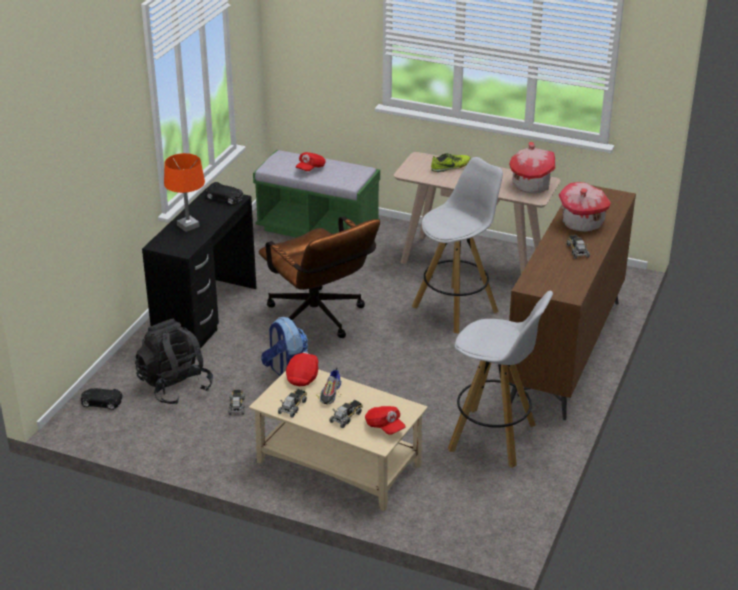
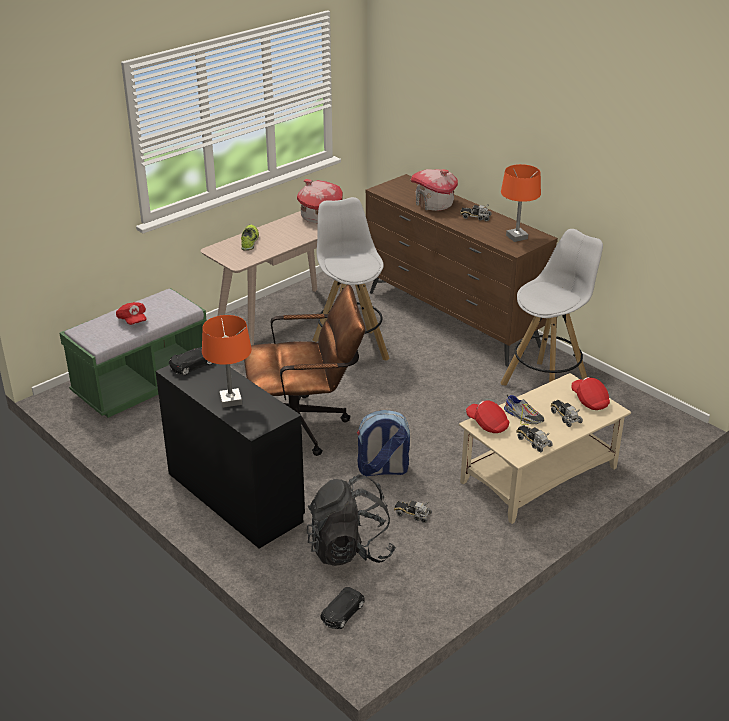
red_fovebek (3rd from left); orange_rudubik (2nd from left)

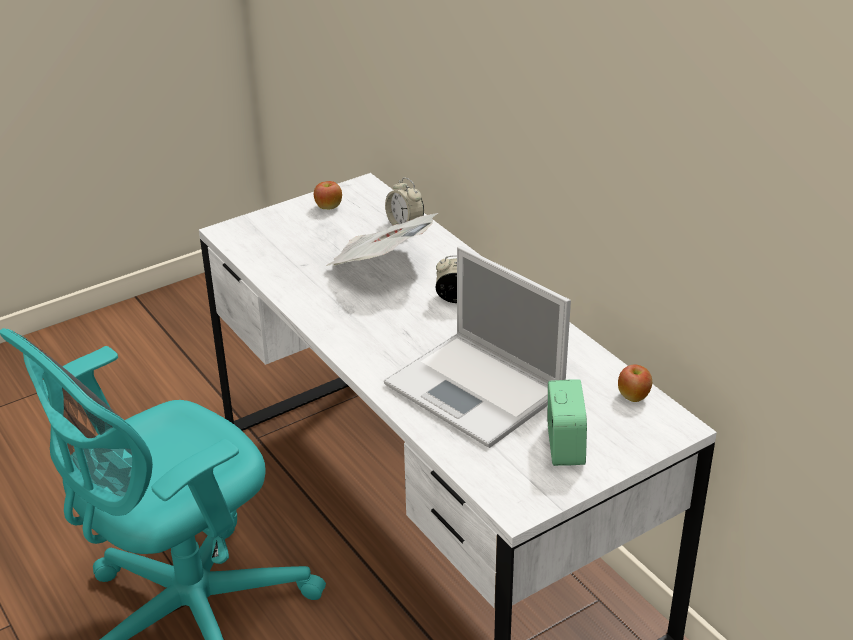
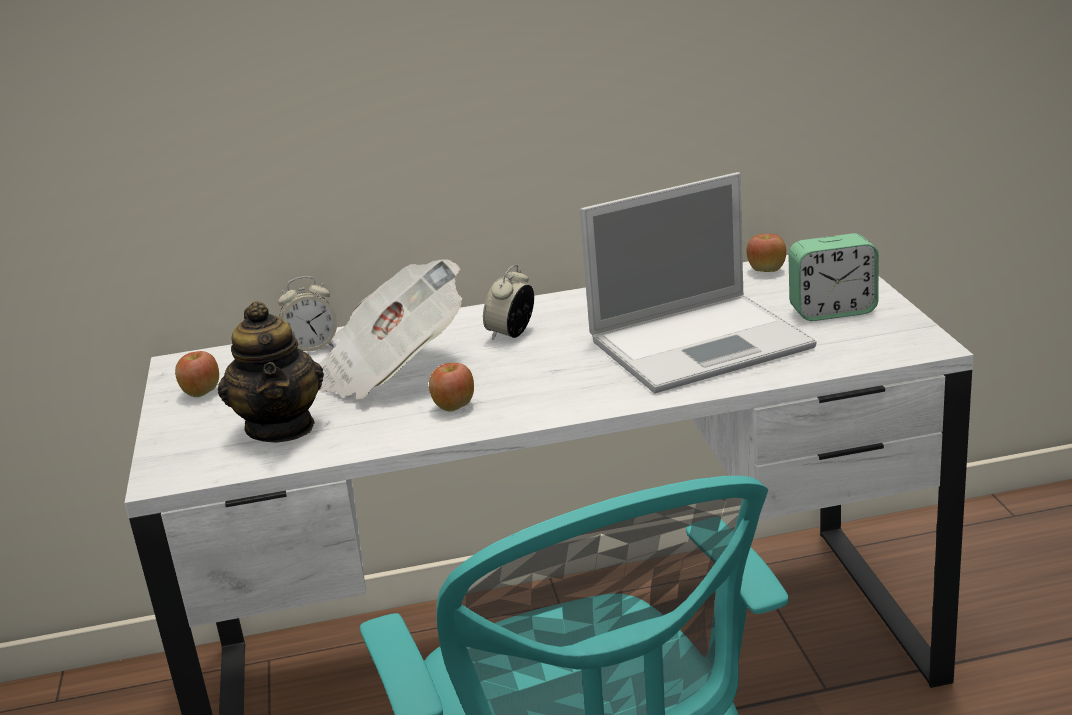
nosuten (3rd from left); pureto; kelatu (2nd from left)

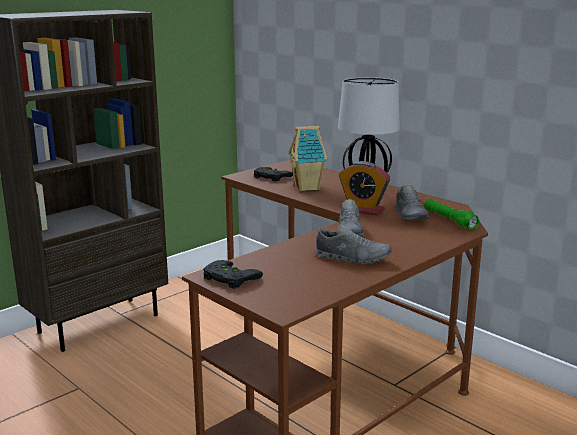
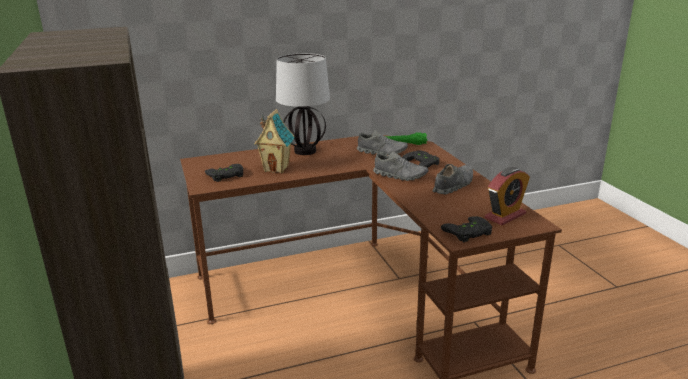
nosuten; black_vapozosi (2nd from left)

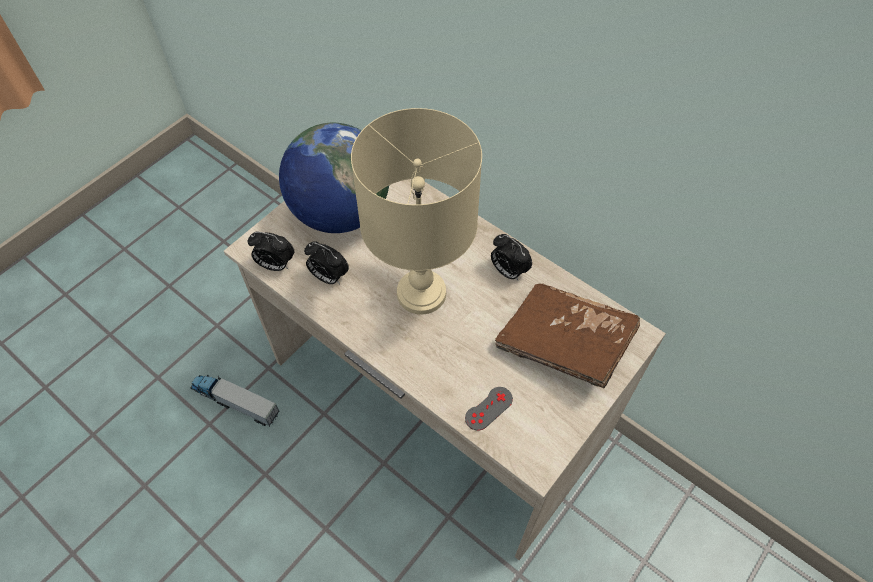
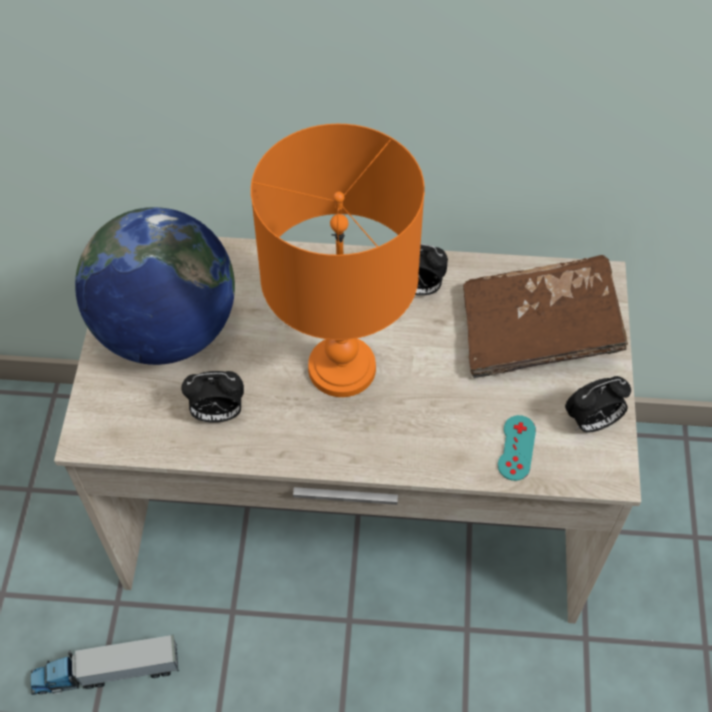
orange_rudubik; nosuten (3rd from left); turquoise_vapozosi

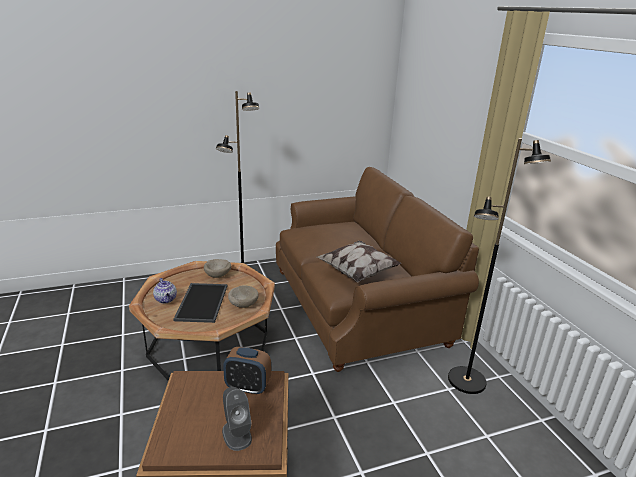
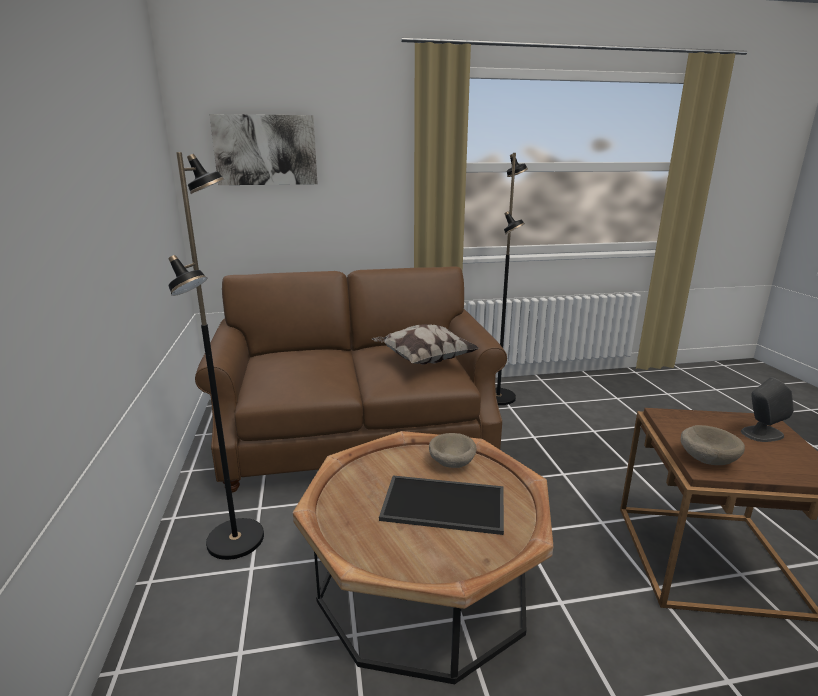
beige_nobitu (2nd from left); pureto; nosuten; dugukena

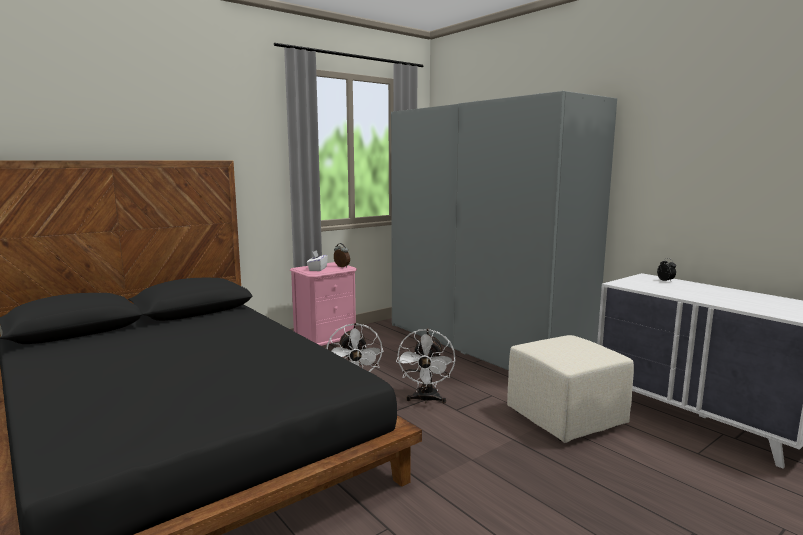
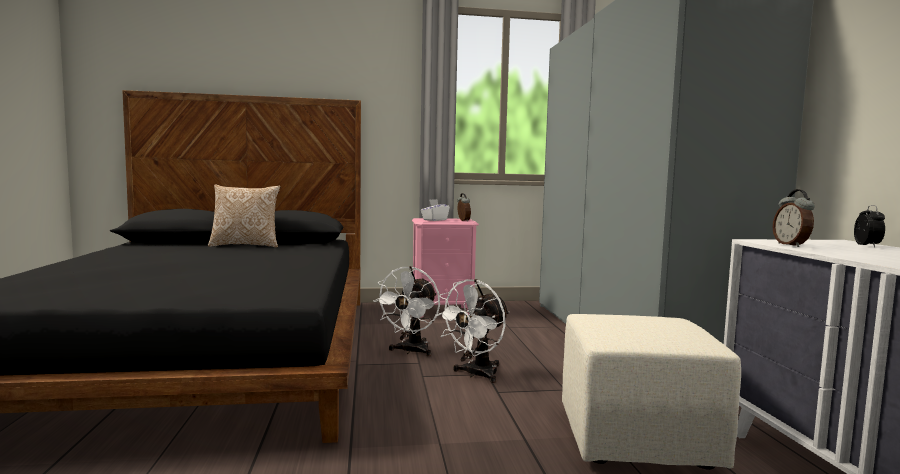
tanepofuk; nosuten (2nd from left)

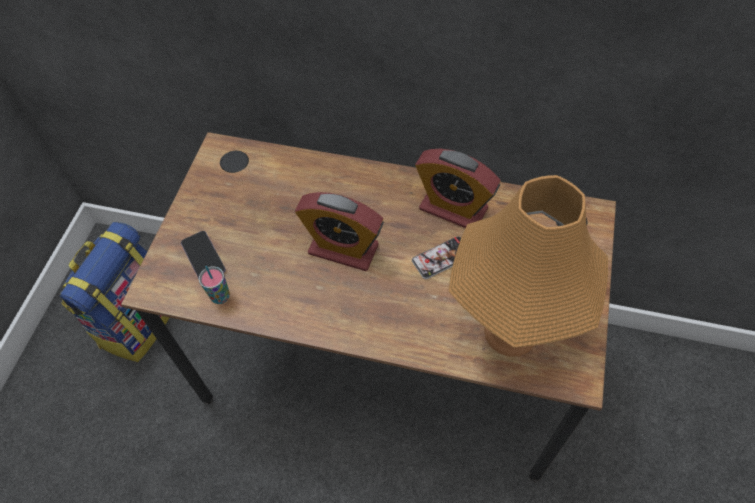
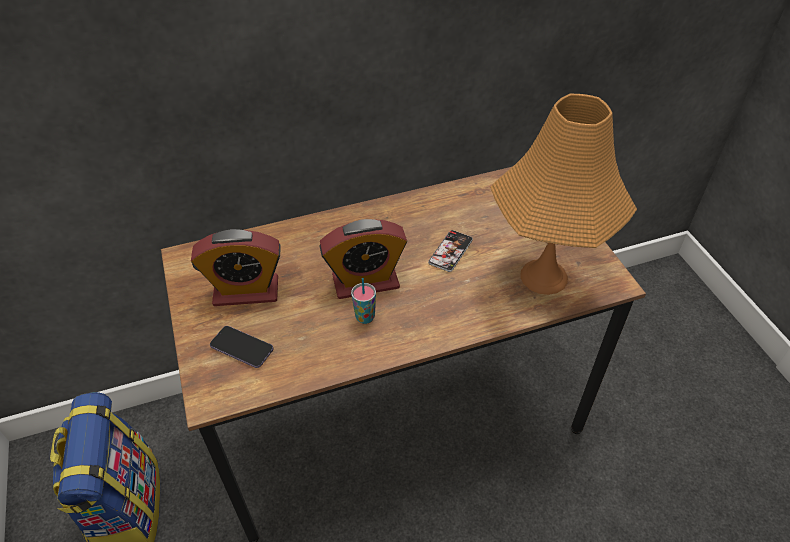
nosuten (1st from left); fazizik

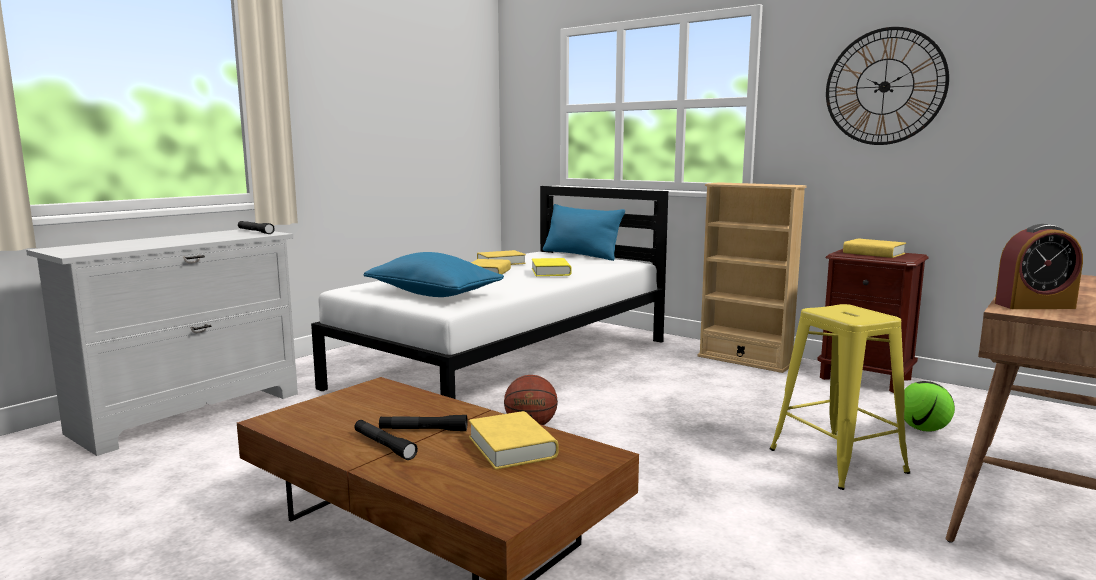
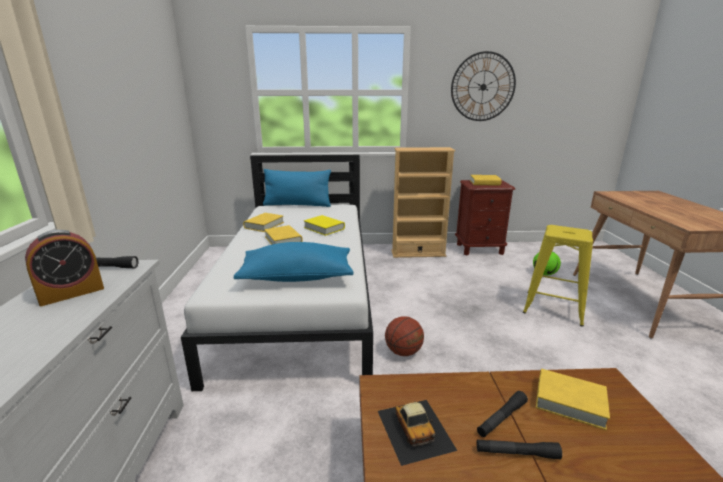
nosuten; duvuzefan

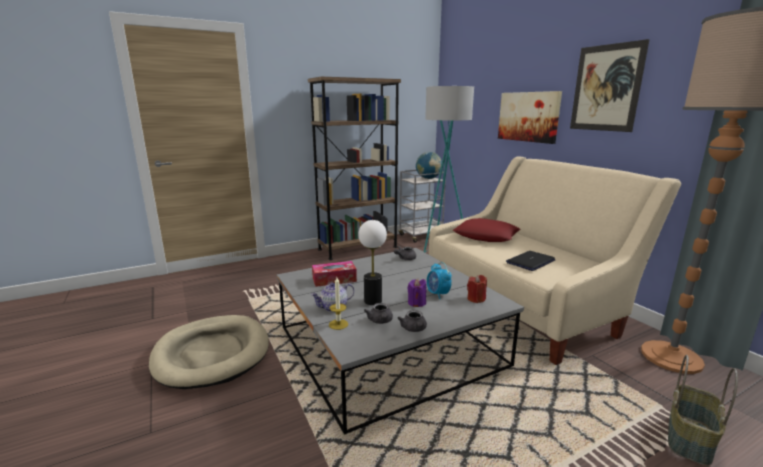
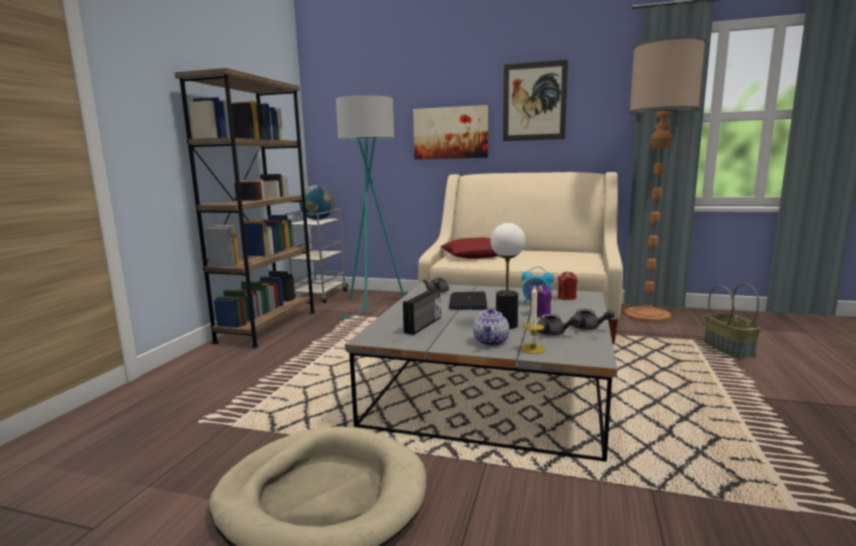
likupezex; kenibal

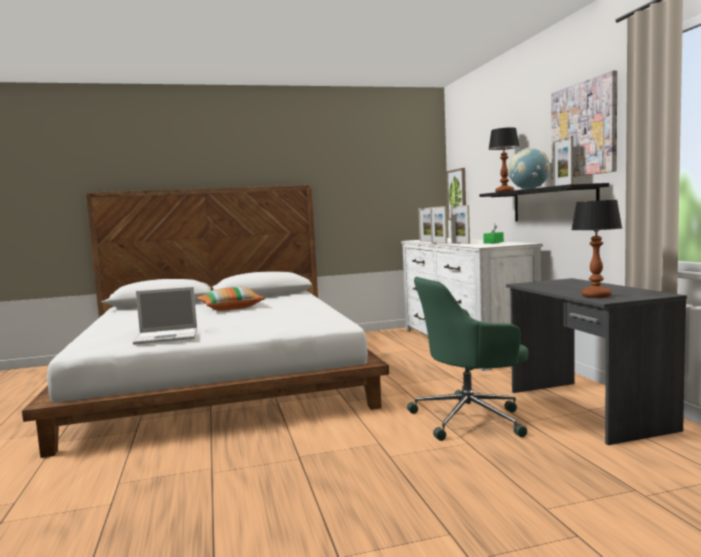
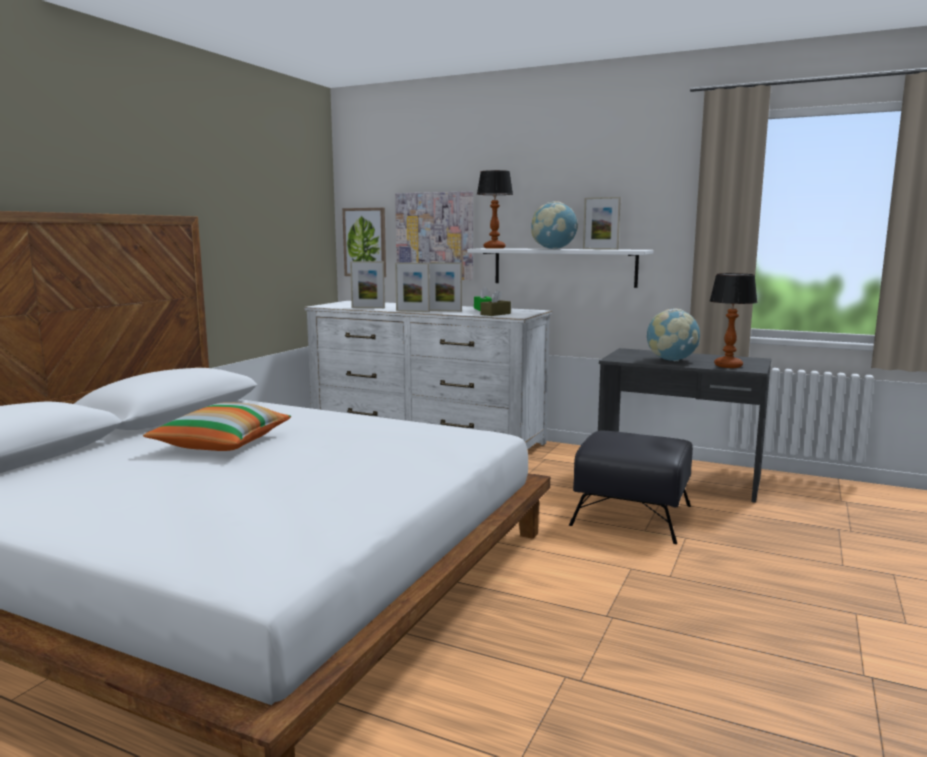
dugukena (2nd from left); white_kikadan; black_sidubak; likupezex; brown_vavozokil; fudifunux (2nd from left)

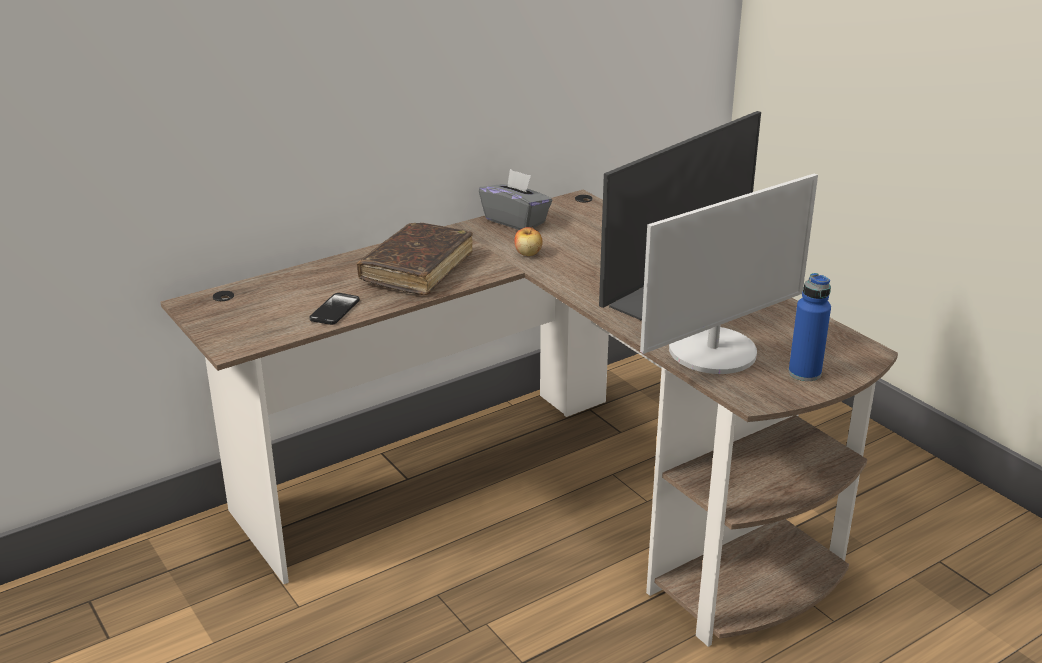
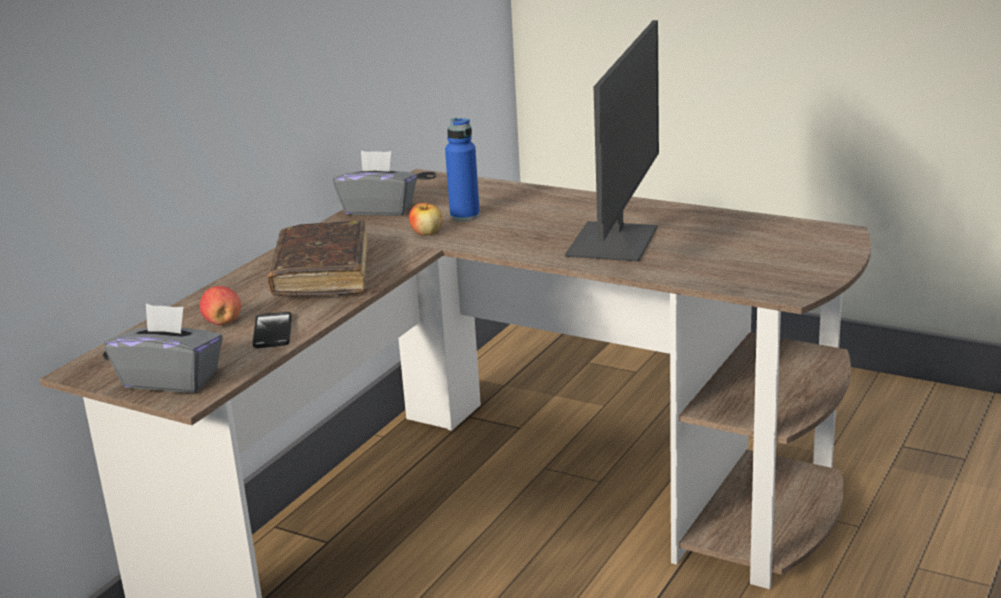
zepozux (2nd from left in the first image); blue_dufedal; kelatu (1st from left); grey_vavozokil (1st from left)

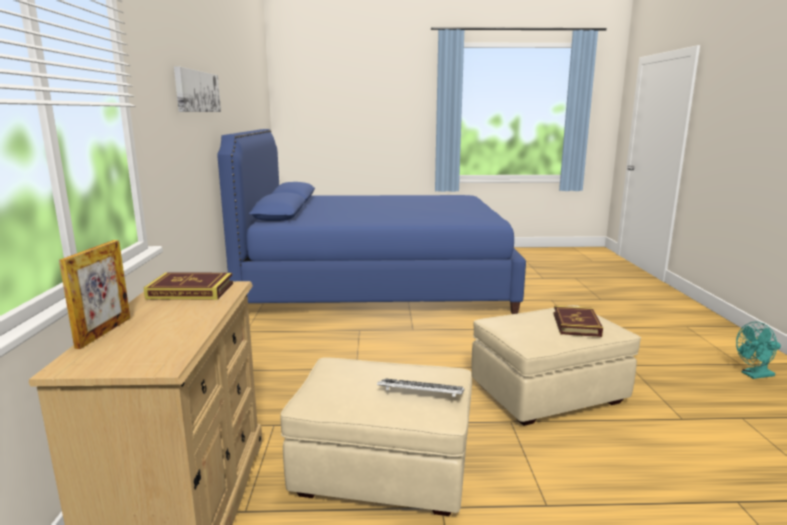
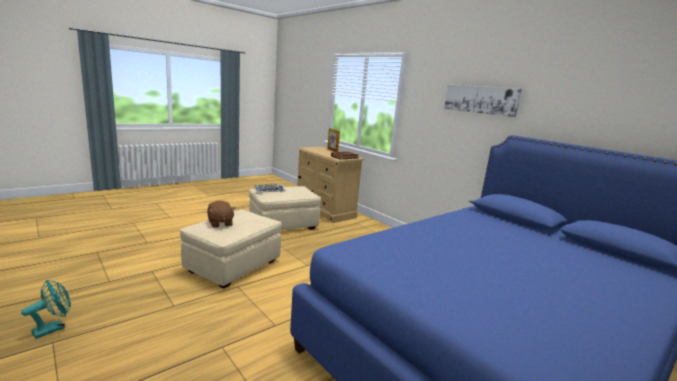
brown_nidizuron

